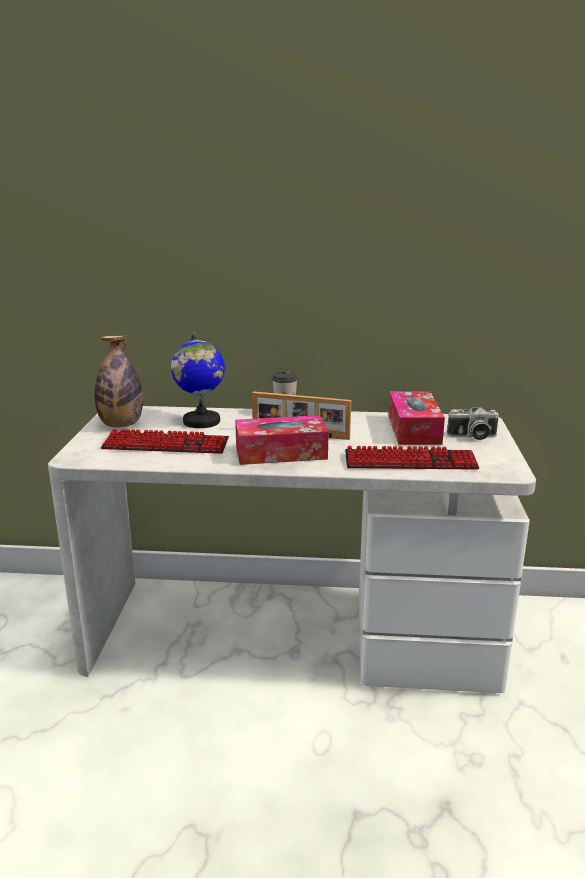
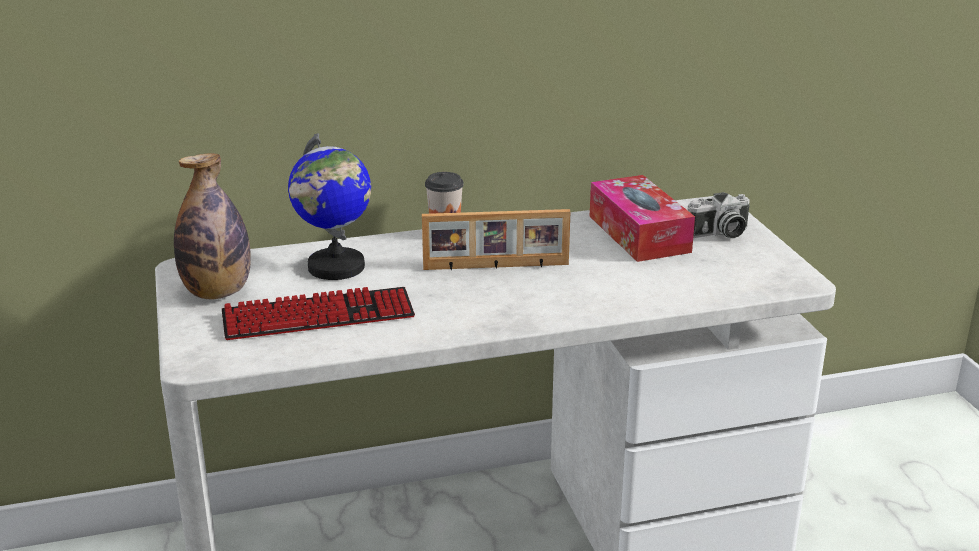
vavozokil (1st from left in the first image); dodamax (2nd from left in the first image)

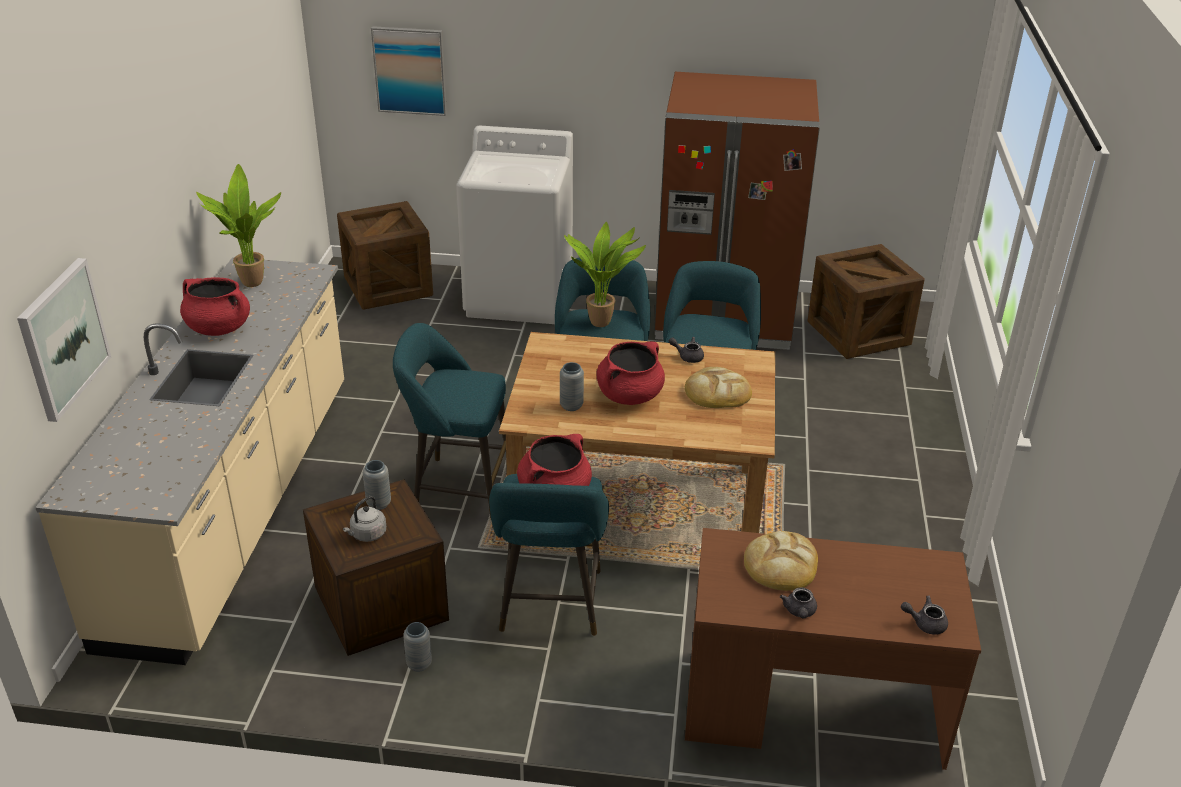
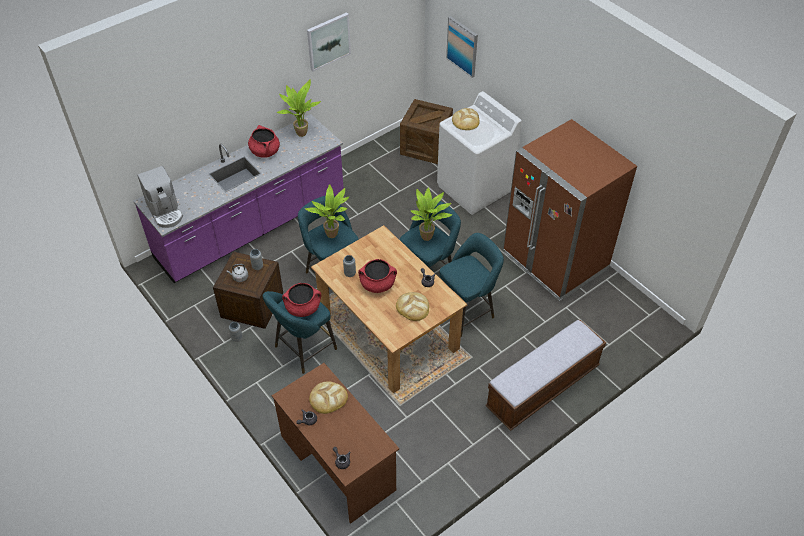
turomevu (3rd from left in the first image); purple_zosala; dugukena (1st from left); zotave (3rd from left); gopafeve; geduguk (2nd from left); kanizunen

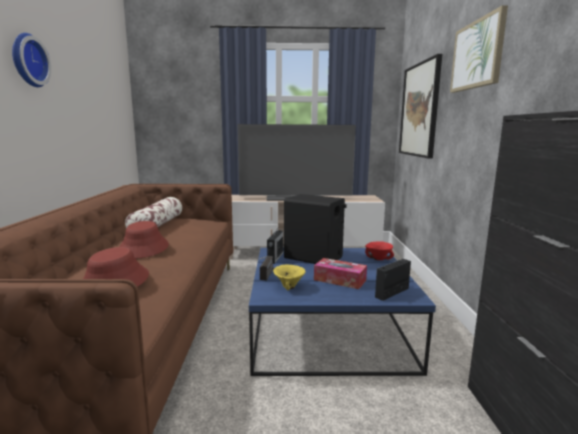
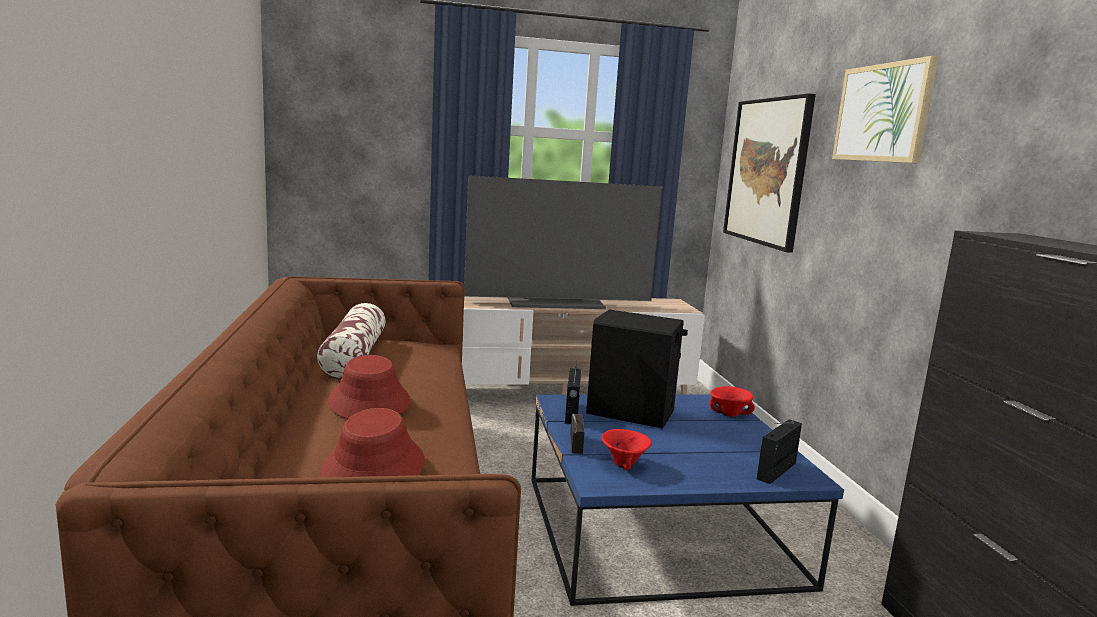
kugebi; vavozokil; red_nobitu (1st from left)

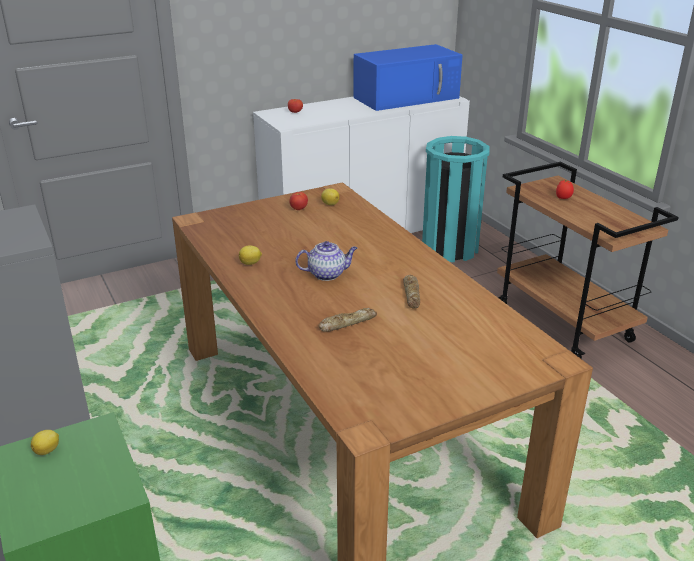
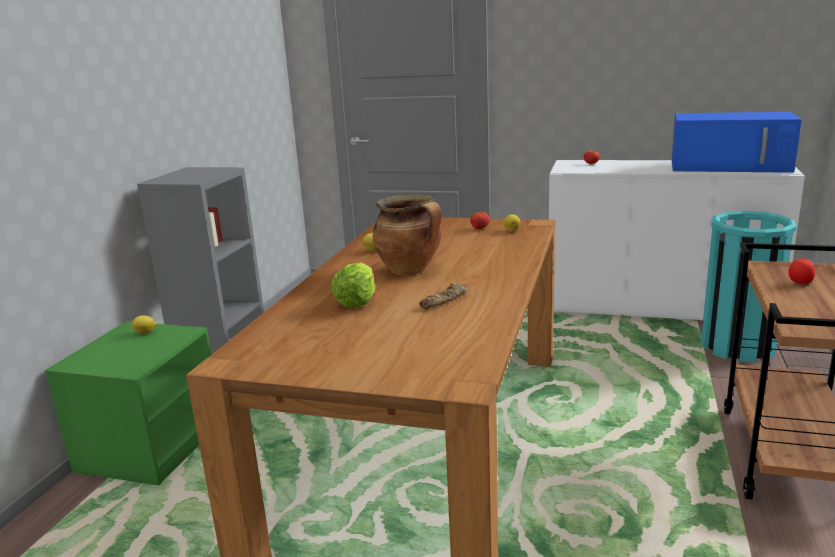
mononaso; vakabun

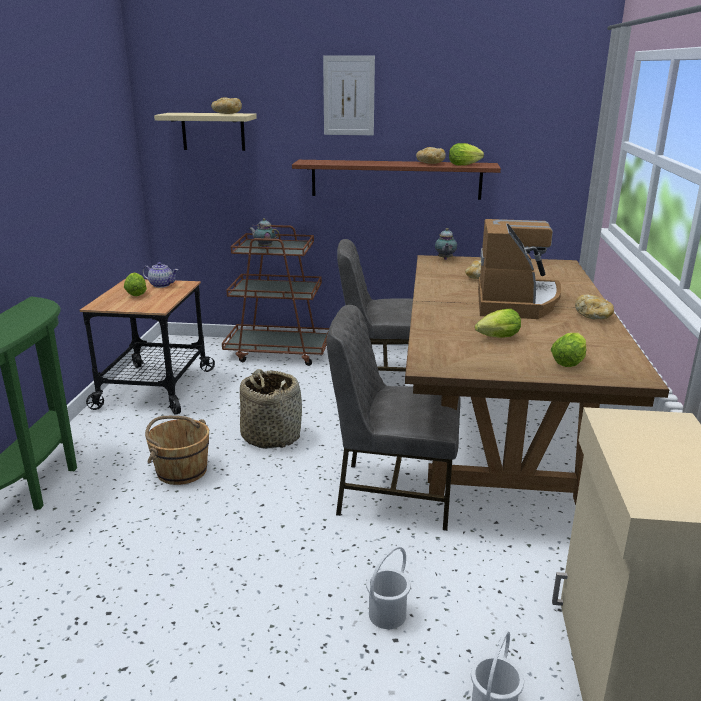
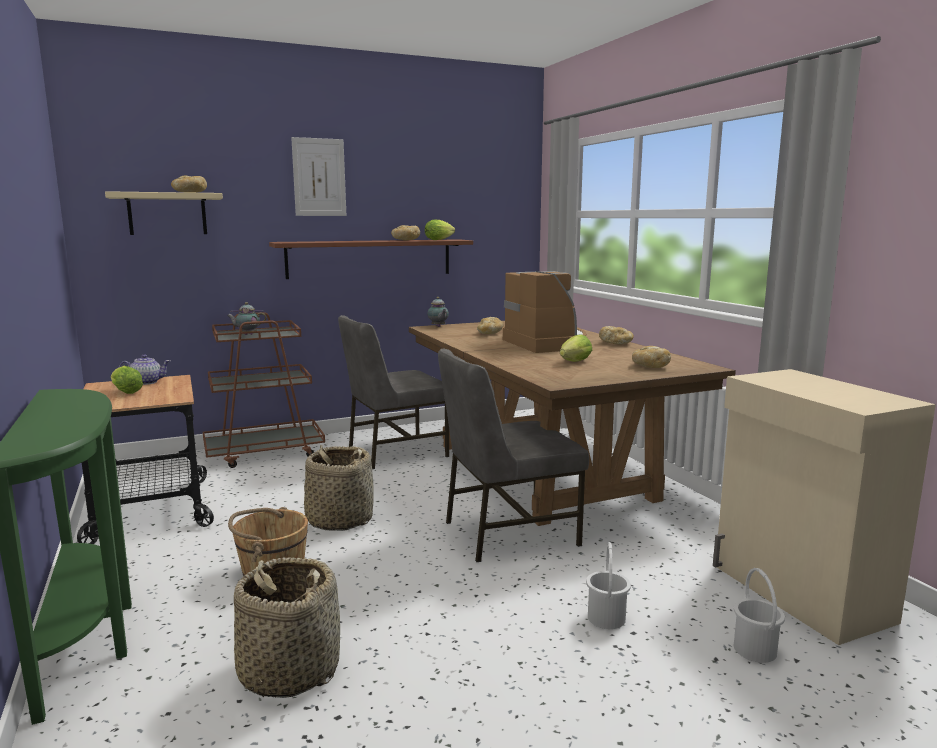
zotave (5th from left); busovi (1st from left)

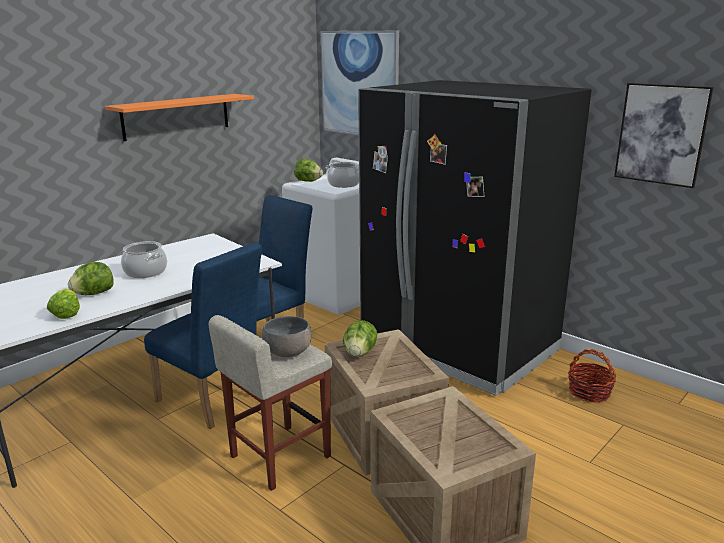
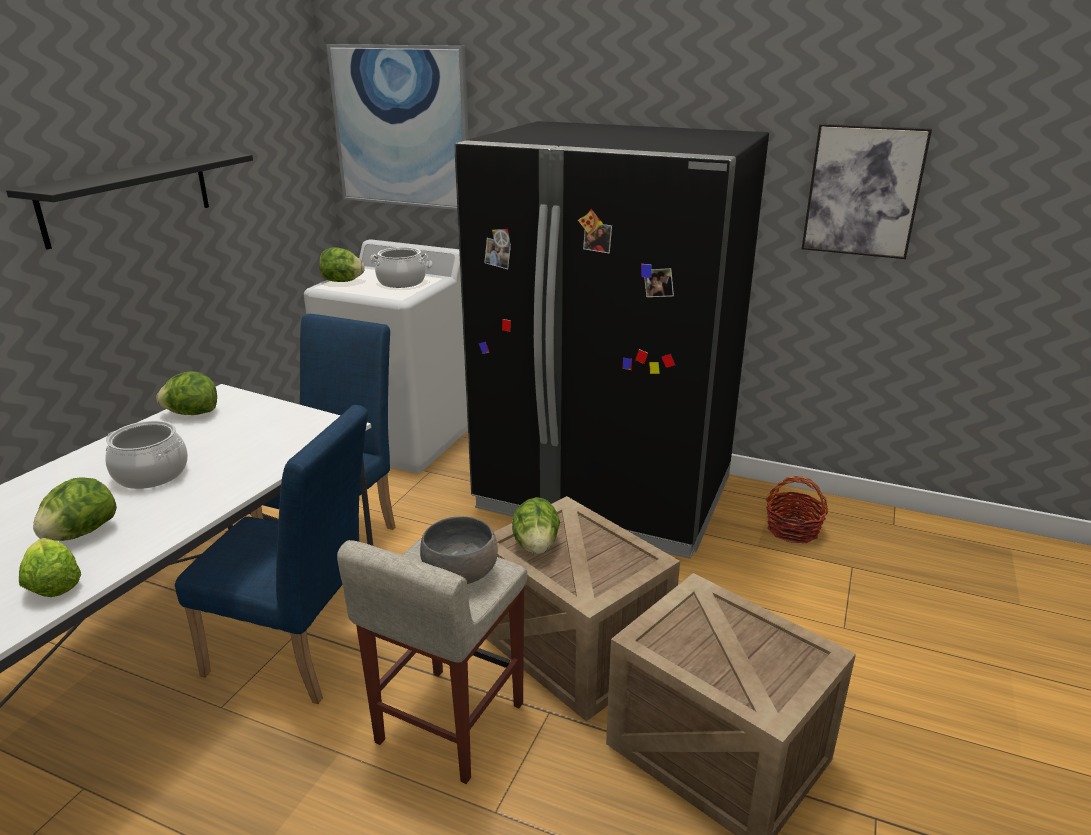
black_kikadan; vakabun (3rd from left)

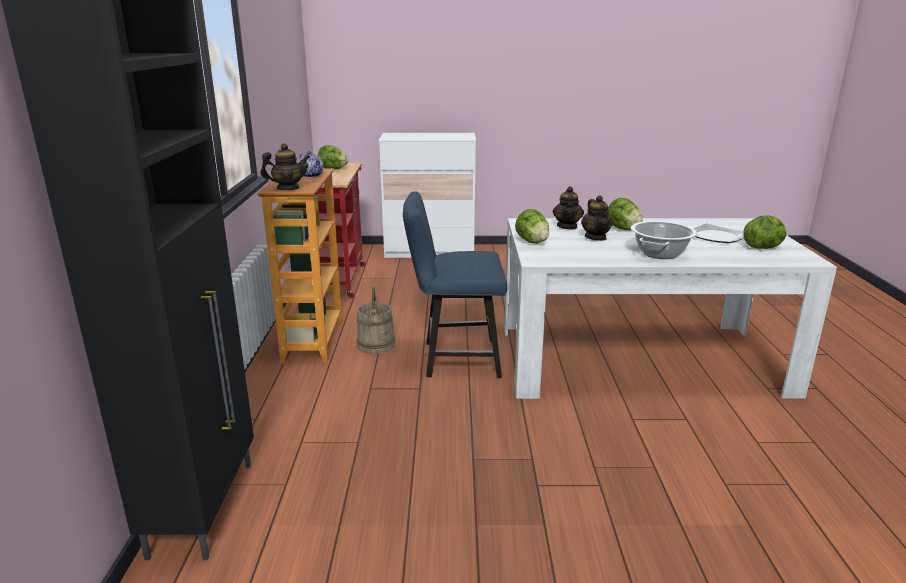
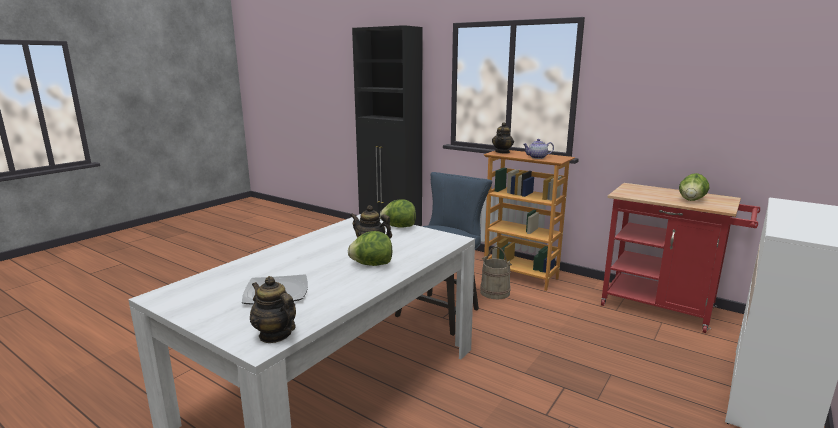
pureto (1st from left); vakabun (4th from left in the first image); mononaso

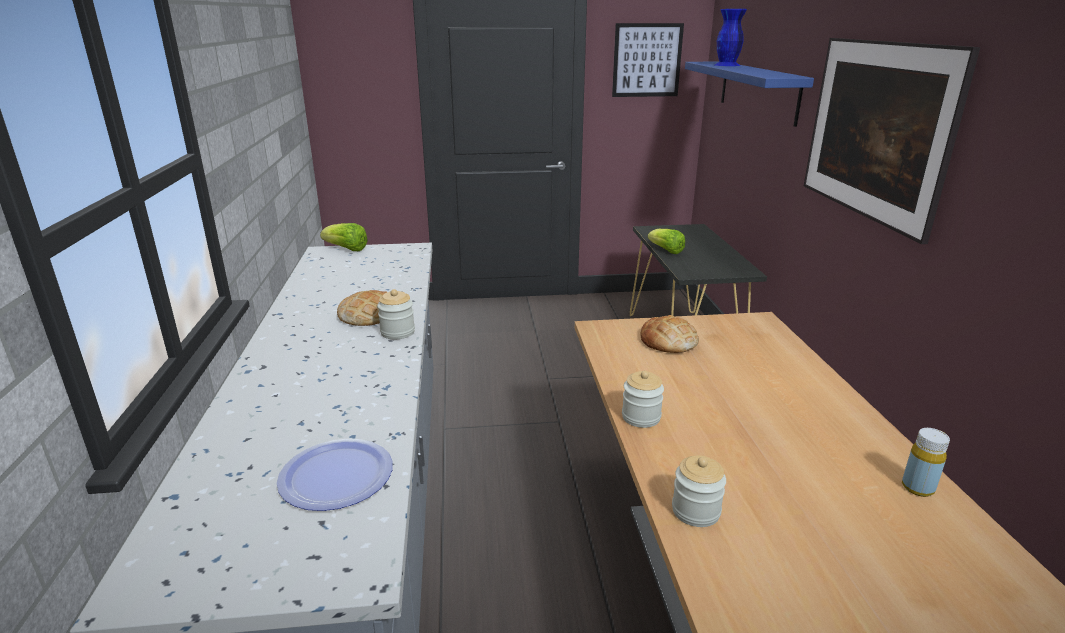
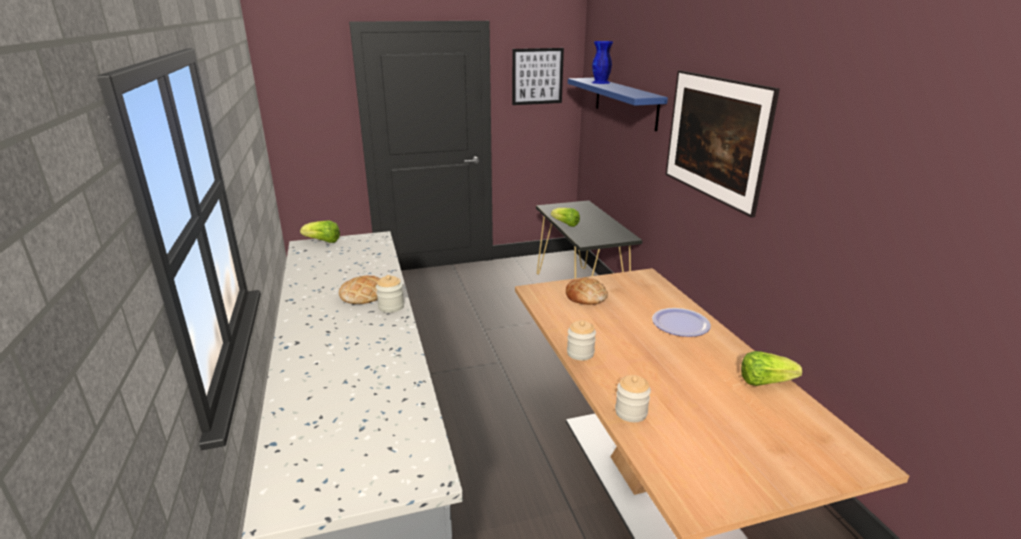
vakabun (3rd from left); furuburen

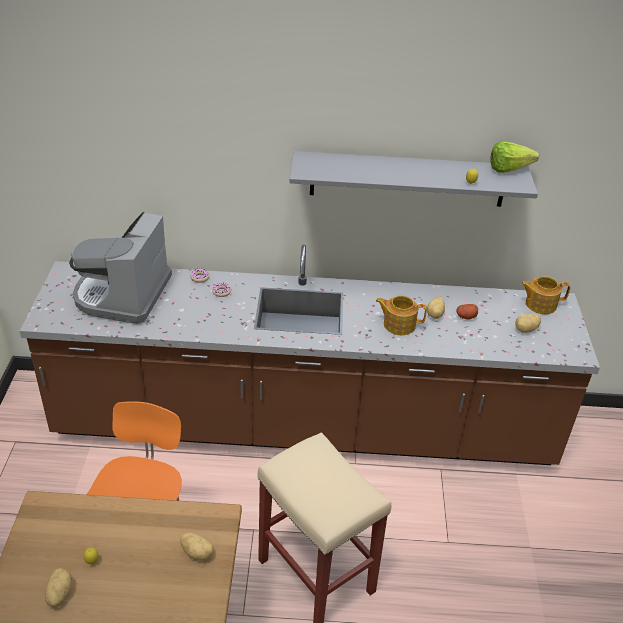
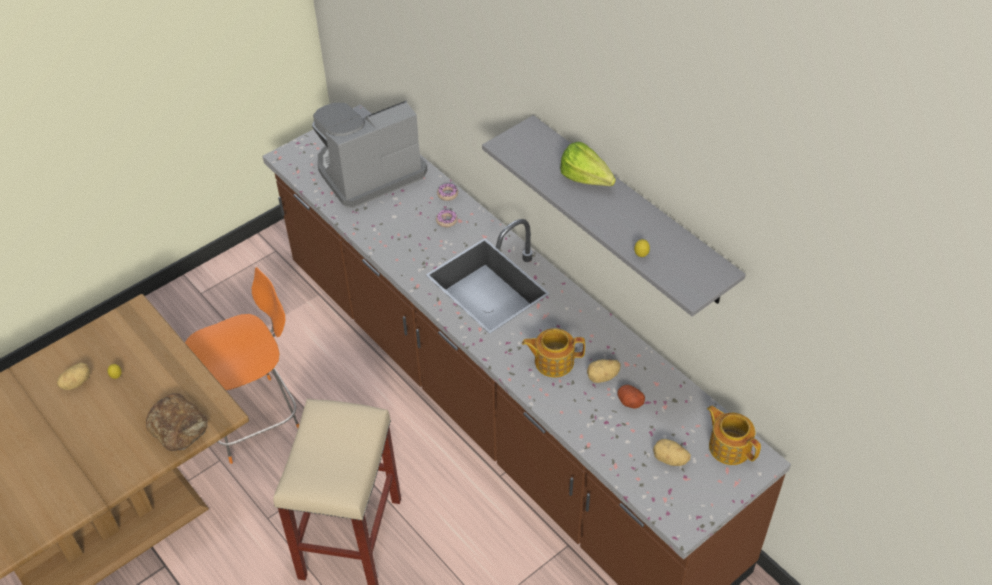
vakabun; pureto (1st from left); zotave

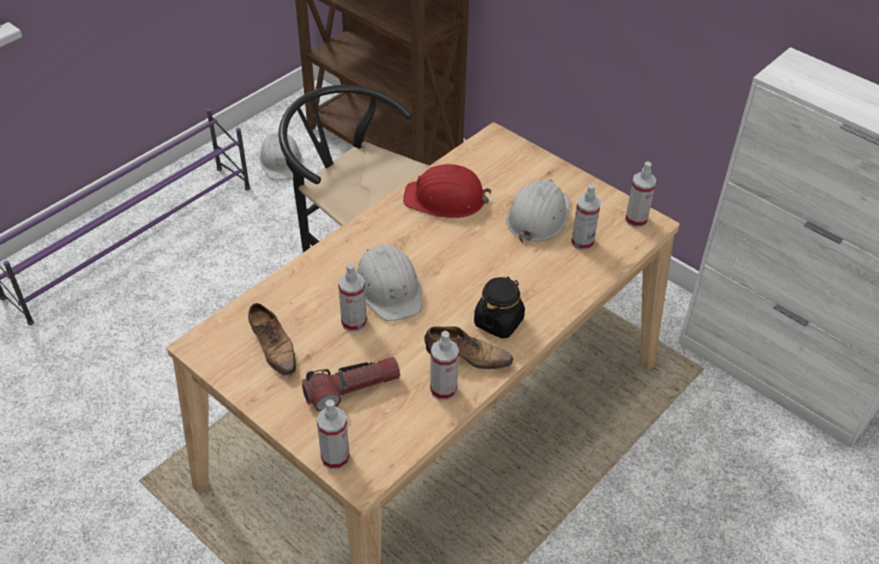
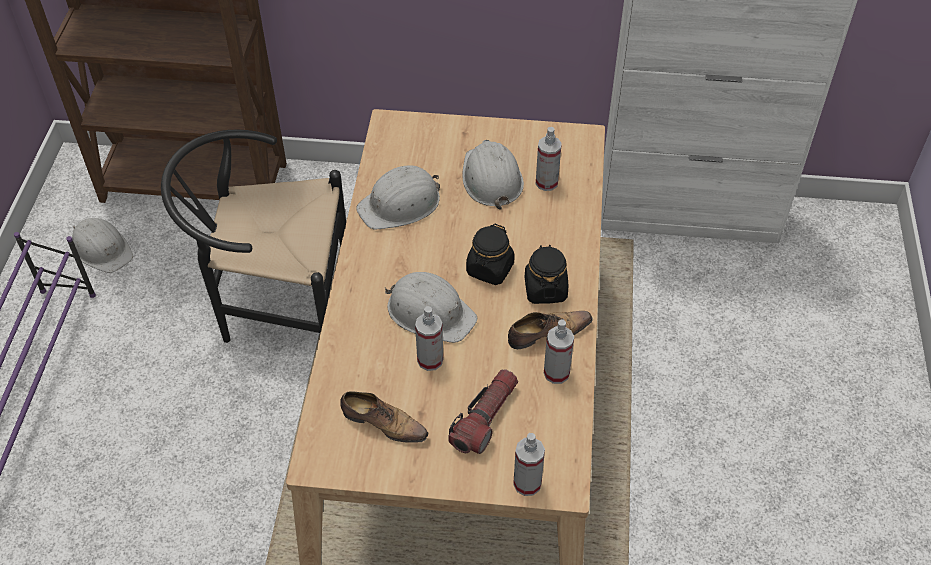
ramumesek (5th from left in the first image); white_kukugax (2nd from left); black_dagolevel (1st from left)

